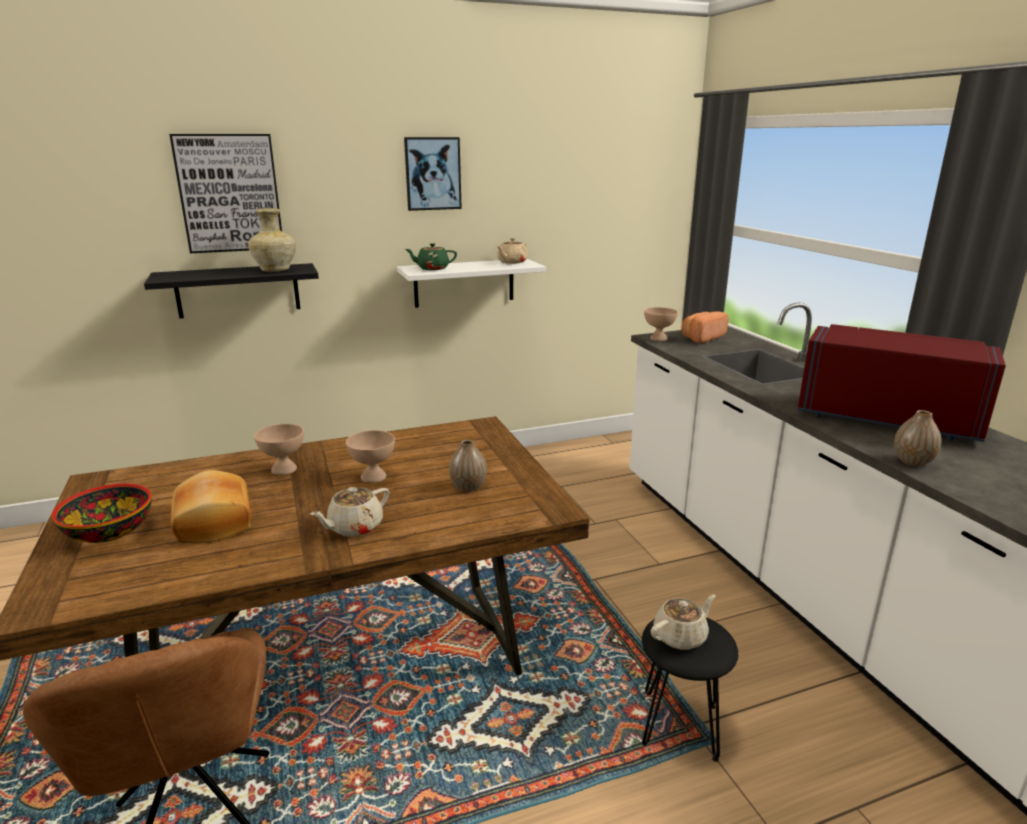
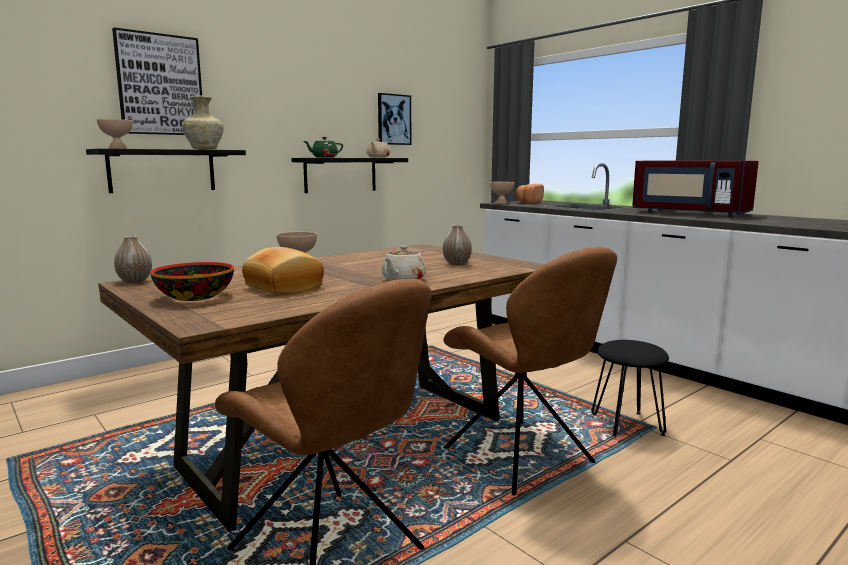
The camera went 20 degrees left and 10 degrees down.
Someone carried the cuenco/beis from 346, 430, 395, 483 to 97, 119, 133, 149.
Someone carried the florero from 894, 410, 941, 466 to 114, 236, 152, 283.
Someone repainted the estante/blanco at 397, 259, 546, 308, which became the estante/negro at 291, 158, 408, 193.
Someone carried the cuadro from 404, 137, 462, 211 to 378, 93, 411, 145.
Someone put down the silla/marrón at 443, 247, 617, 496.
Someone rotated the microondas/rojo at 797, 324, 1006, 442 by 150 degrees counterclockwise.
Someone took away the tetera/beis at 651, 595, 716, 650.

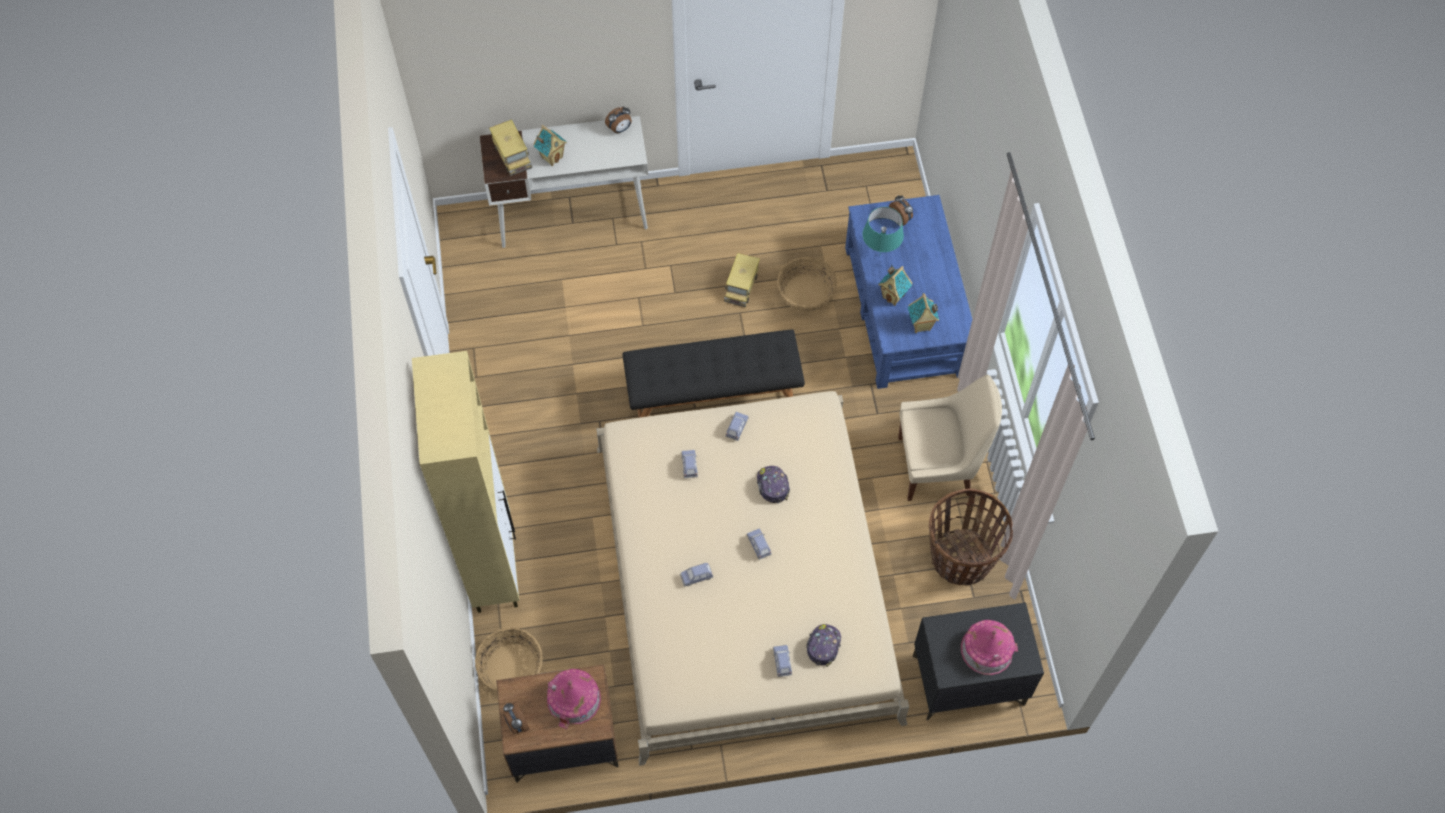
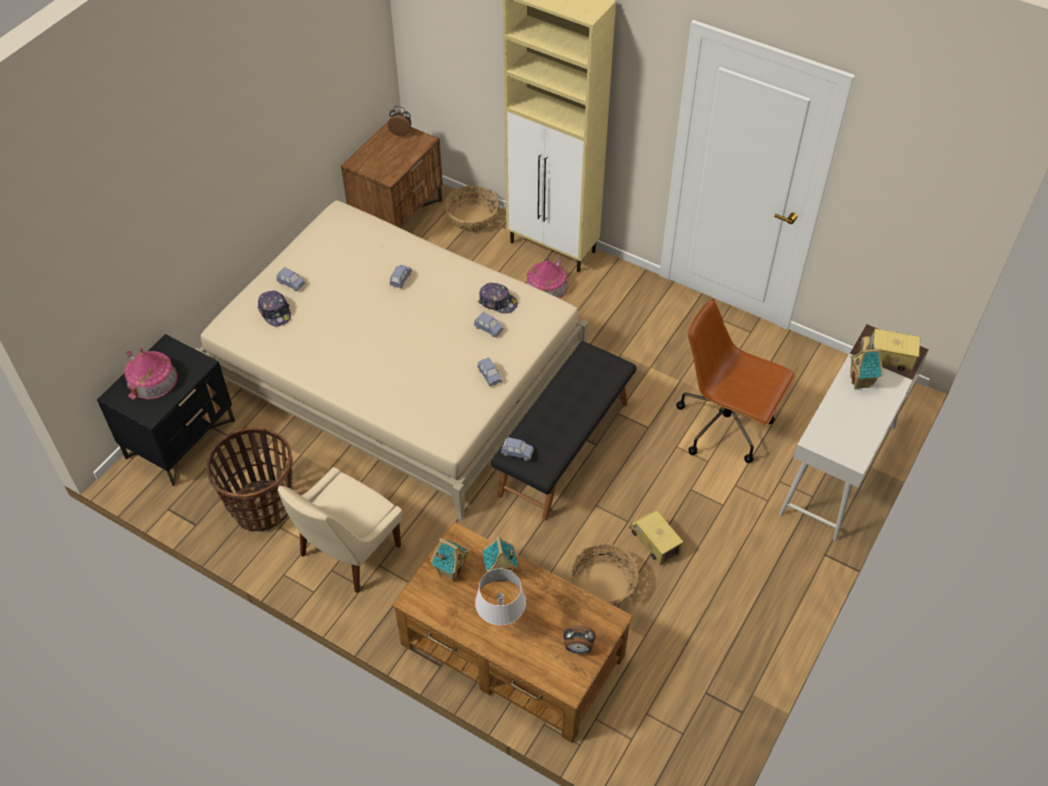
The camera went 130 degrees right and 10 degrees down.
Someone repainted the mesa de centro/azul at 845, 195, 972, 389, which became the mesa de centro/marrón at 392, 522, 633, 743.
Someone put down the lámpara de mesa/blanco at 475, 569, 526, 625.
Someone carried the gorra from 757, 466, 790, 504 to 478, 283, 518, 314.
Someone carried the coche de juguete/azul from 747, 529, 772, 560 to 501, 437, 534, 461.
Someone carried the casita from 547, 669, 601, 729 to 526, 256, 568, 299.
Someone put down the silla de oficina/marrón at 676, 299, 796, 463.
Someone took away the despertador at 605, 107, 632, 133.
Someone took away the lámpara de mesa/turquesa at 862, 207, 904, 254.

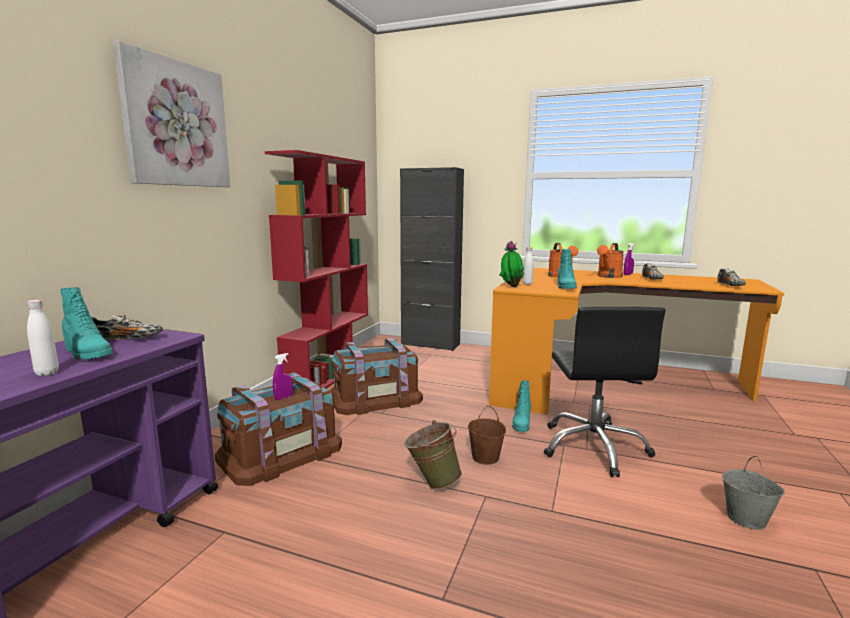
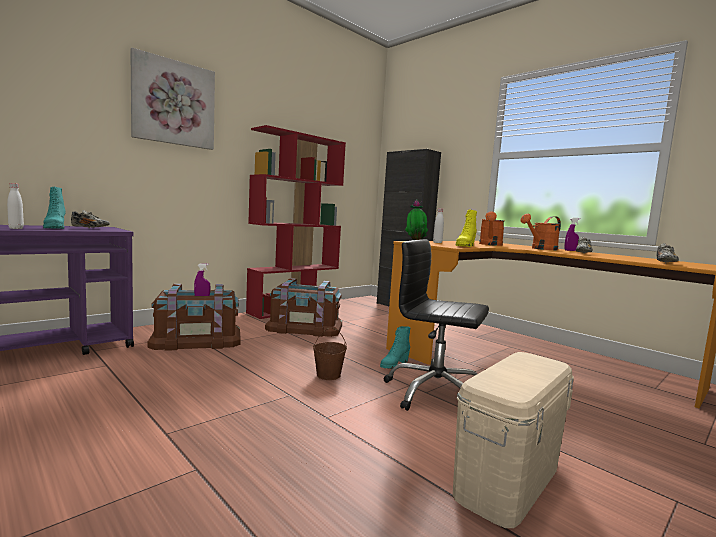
The camera went 25 degrees right and 5 degrees down.
Someone rotated the silla de oficina/negro at 544, 306, 666, 477 by 90 degrees clockwise.
Someone swapped the cubo/gris at 722, 456, 785, 530 for the caja de almacenaje/beis at 453, 352, 574, 528.
Someone repainted the bota/turquesa at 558, 249, 577, 289, which became the bota/amarillo at 456, 209, 477, 247.
Someone took away the cubo/verde at 404, 420, 462, 489.

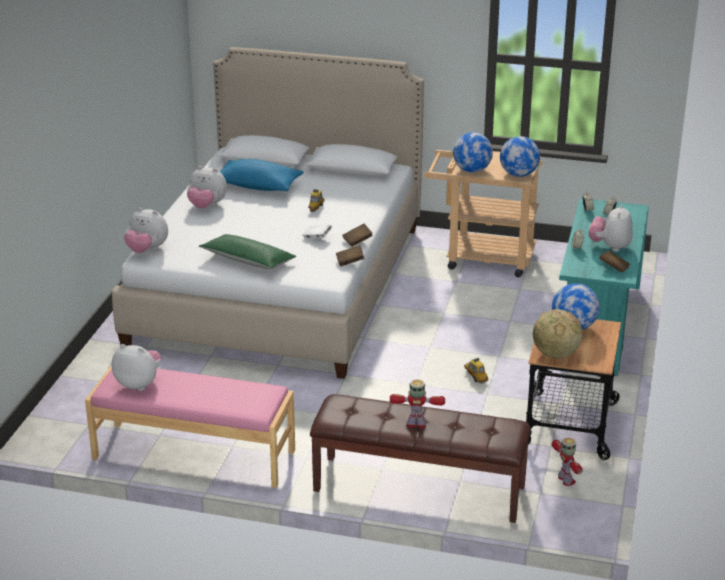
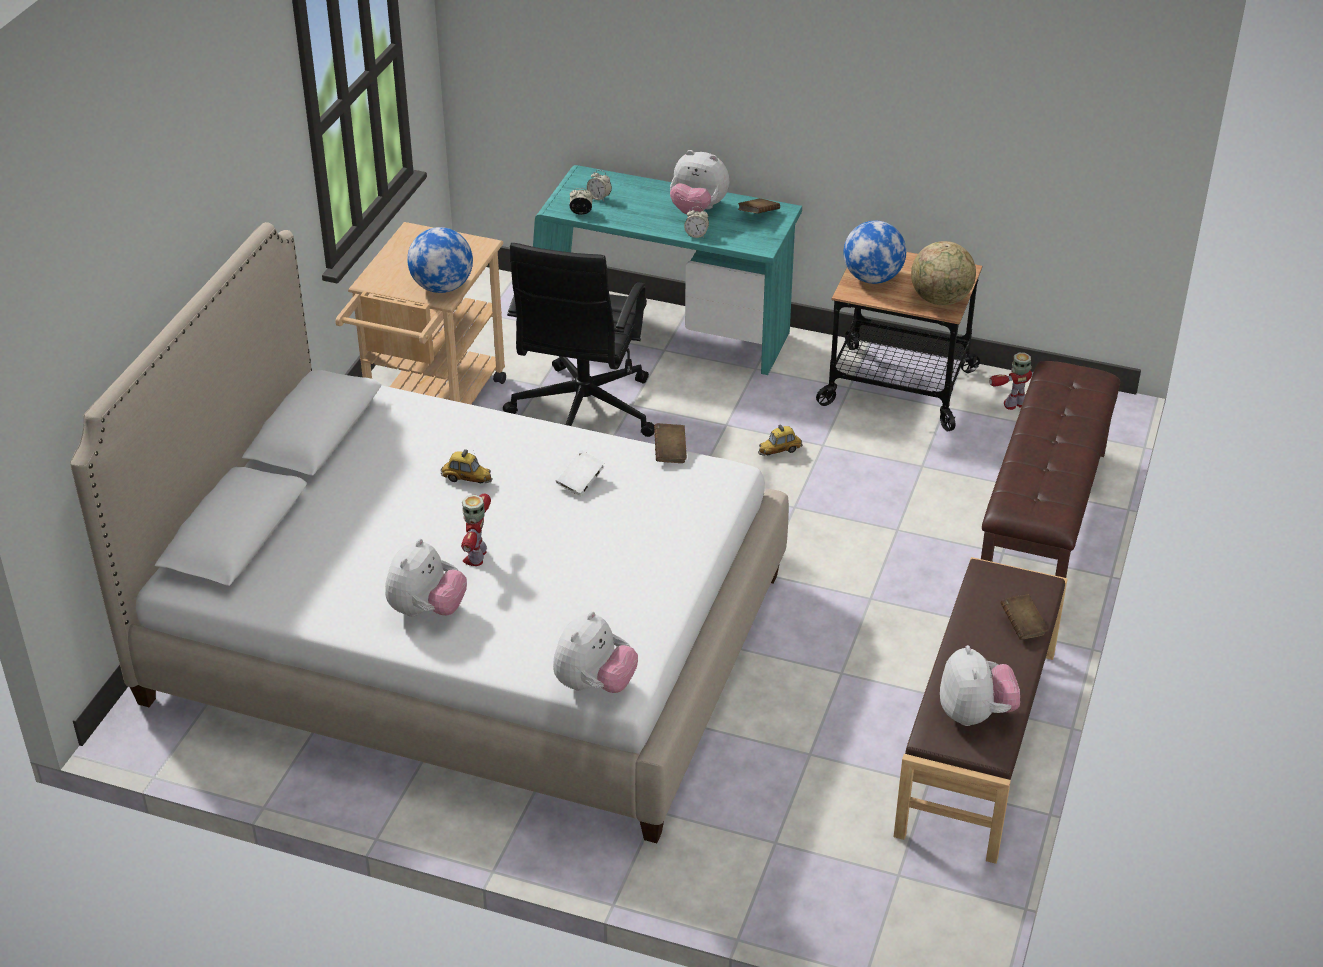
The camera went 85 degrees left and 10 degrees up.
Someone carried the robot de juguete from 390, 379, 445, 428 to 461, 494, 491, 566.
Someone put down the silla de oficina/negro at 503, 243, 654, 437.
Someone repainted the banco/rosa at 85, 365, 295, 488, which became the banco/marrón at 894, 557, 1068, 864.
Someone rotated the peluche at 112, 344, 161, 391 by 150 degrees clockwise.
Someone carried the libro/marrón from 342, 223, 373, 247 to 1000, 594, 1048, 640.
Someone took away the cojín/verde at 199, 234, 296, 269.
Someone took away the cojín/azul at 219, 159, 303, 191.
Someone took away the globo terráqueo at 500, 136, 540, 177.

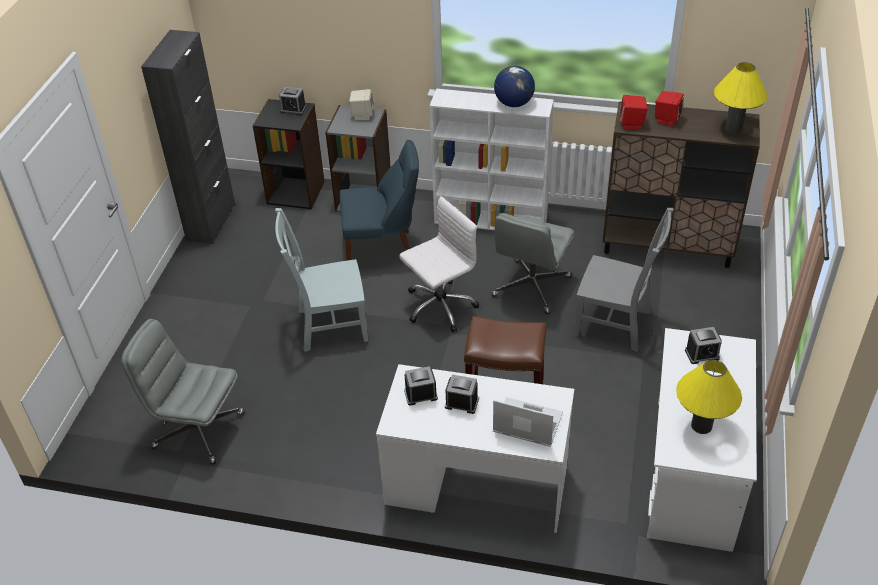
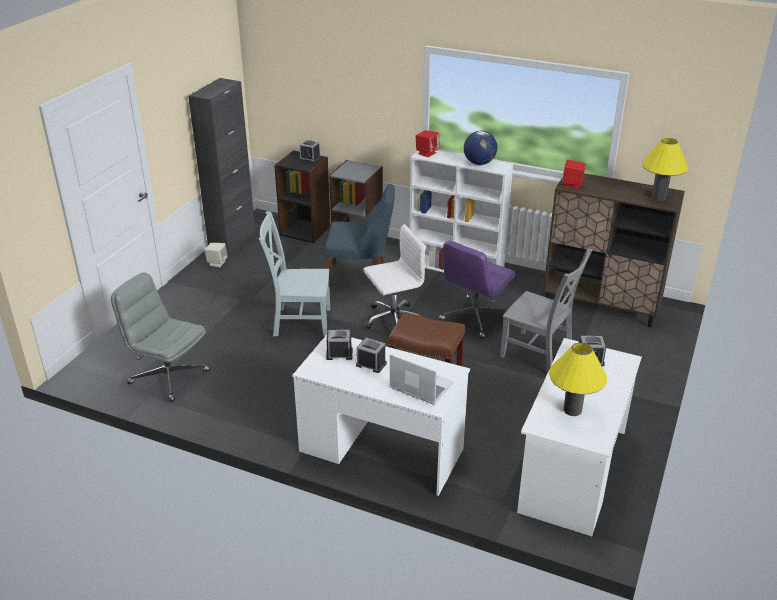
The camera went 10 degrees right and 10 degrees down.
Someone carried the altavoz/beis from 349, 89, 374, 120 to 204, 243, 228, 267.
Someone carried the altavoz/rojo from 655, 91, 684, 127 to 416, 130, 440, 157.
Someone repainted the silla de oficina/gris at 491, 213, 575, 314, which became the silla de oficina/morado at 439, 241, 515, 339.

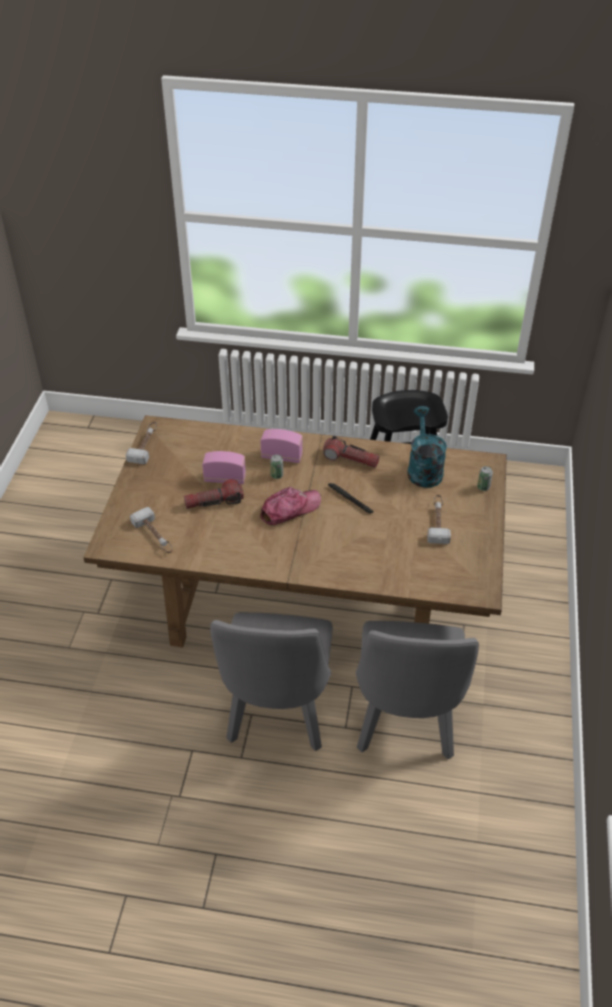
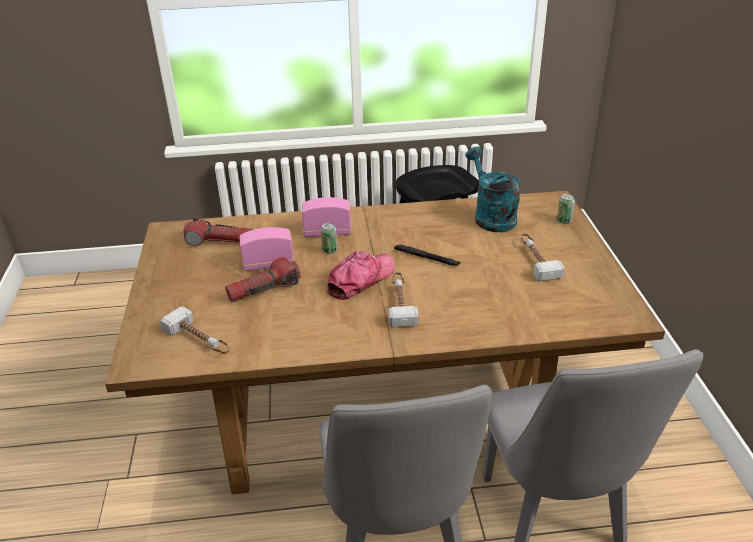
The camera went 15 degrees left and 10 degrees down.
Someone carried the linterna from 323, 436, 380, 468 to 184, 218, 253, 246.
Someone carried the martillo from 126, 422, 157, 464 to 388, 272, 419, 328.

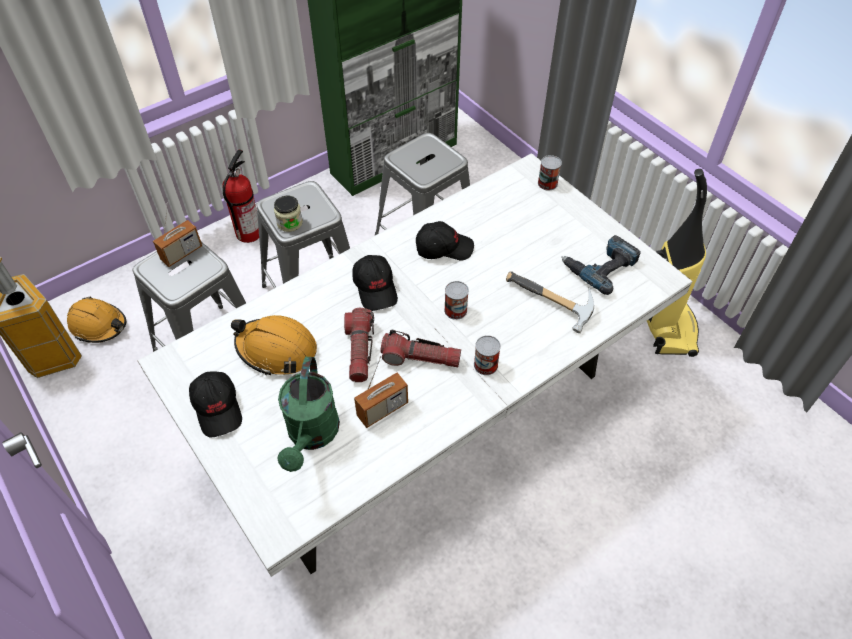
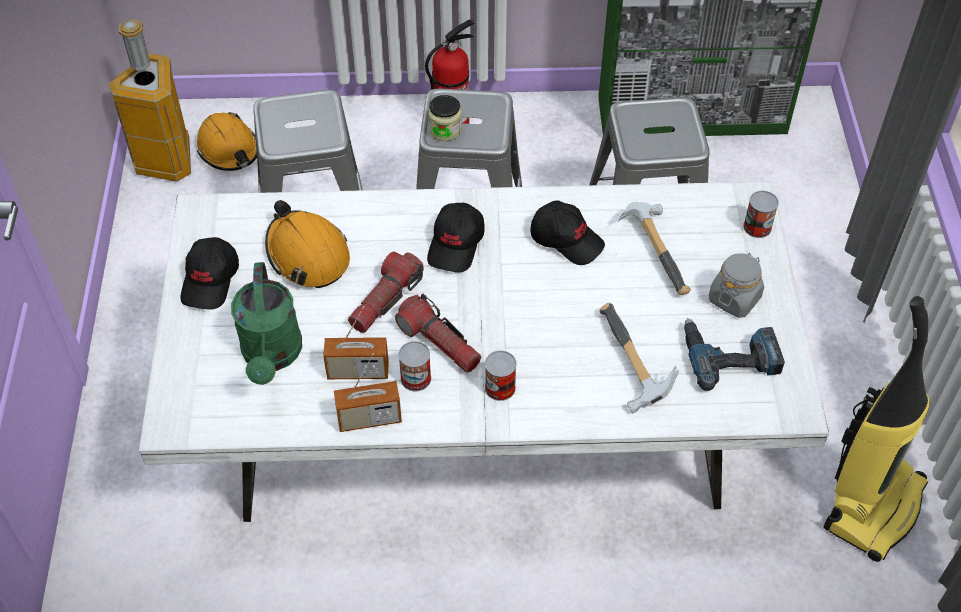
The camera went 35 degrees right and 0 degrees up.
Someone rotated the regadera/verde at 278, 357, 340, 472 by 45 degrees counterclockwise.
Someone carried the radio from 153, 202, 202, 267 to 334, 353, 402, 432.
Someone carried the lata from 444, 281, 469, 320 to 398, 341, 431, 391.
Someone put down the martillo at 618, 202, 690, 295.
Someone put down the tarro/gris at 709, 253, 764, 318.

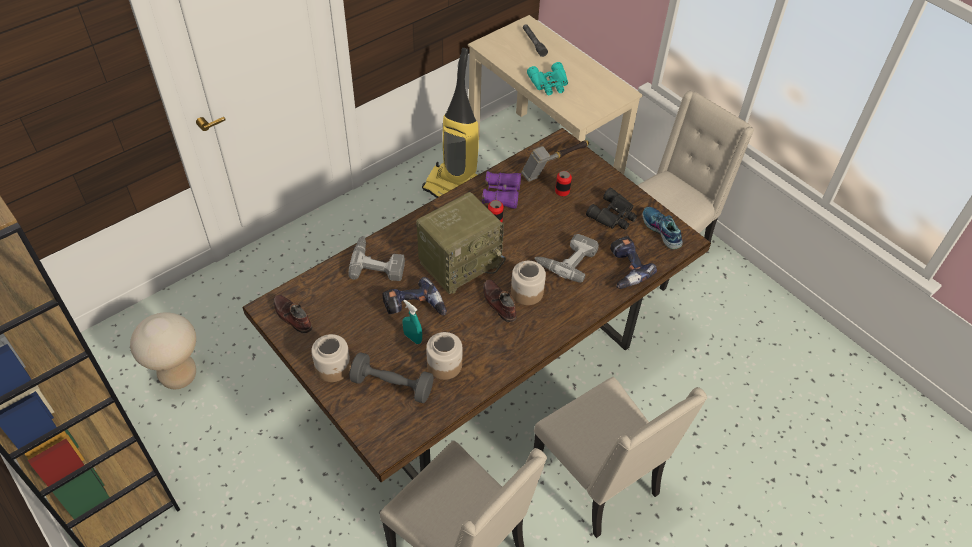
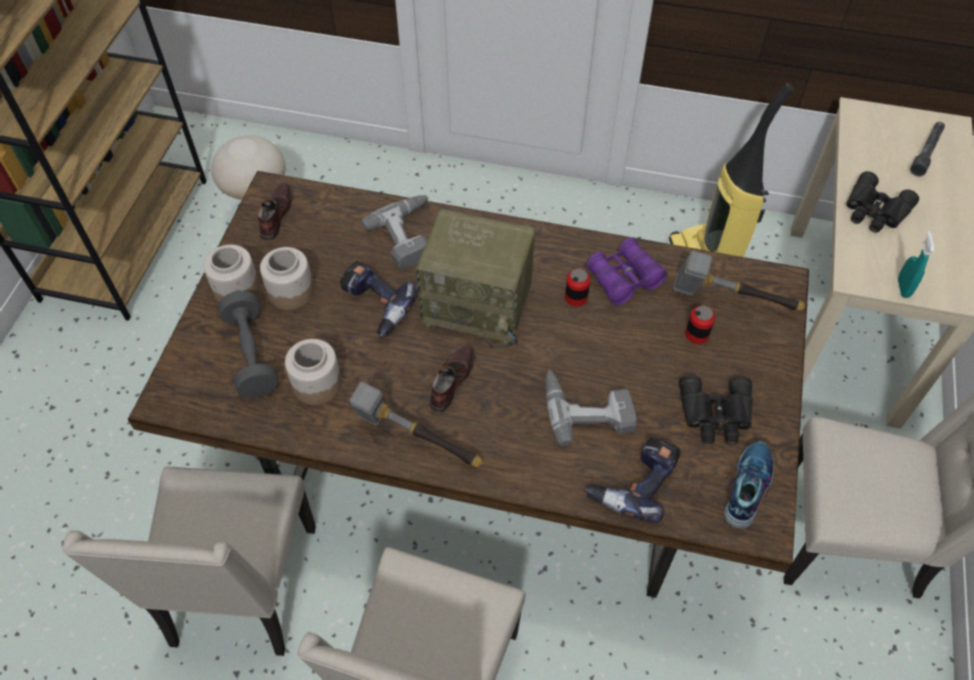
The camera went 55 degrees right and 5 degrees up.
Someone carried the tarro from 511, 261, 546, 305 to 260, 247, 314, 310.
Someone put down the martillo at 349, 381, 482, 467.
Someone repainted the prismáticos/turquesa at 527, 62, 568, 95, which became the prismáticos/negro at 846, 171, 919, 233.
Someone carried the pulverizador/turquesa from 402, 299, 422, 344 to 898, 231, 934, 298.

